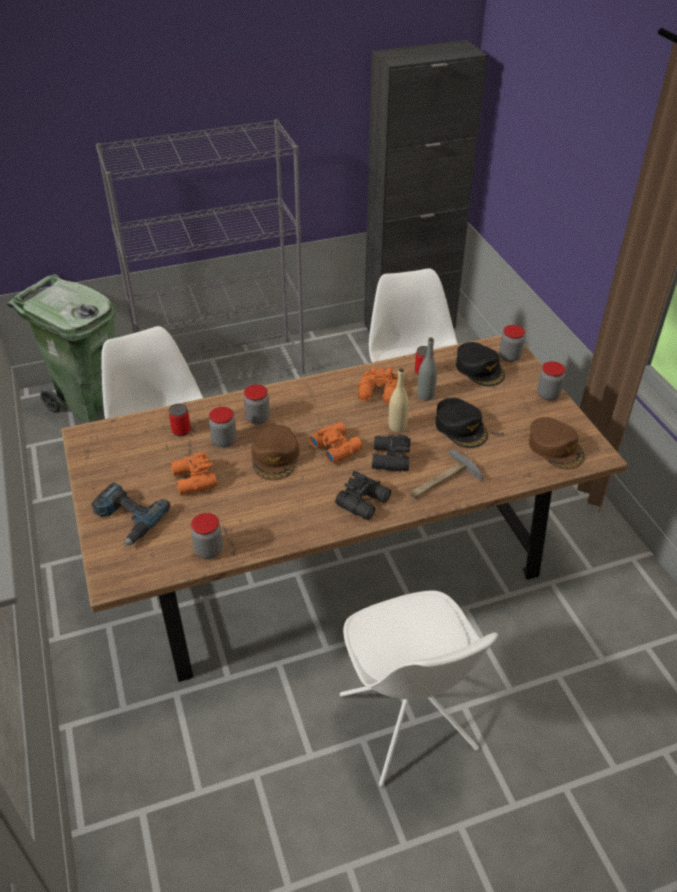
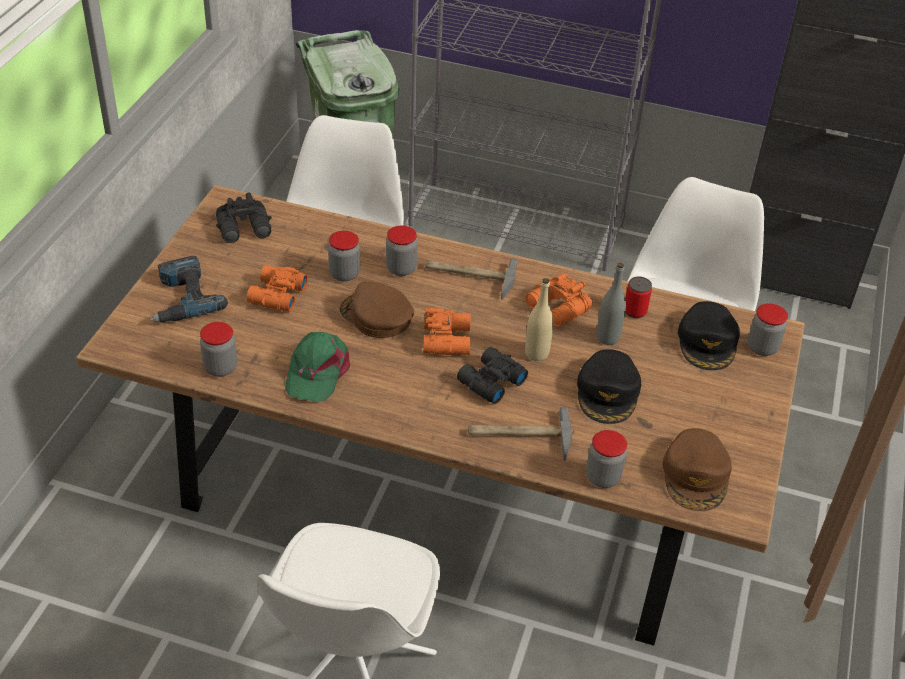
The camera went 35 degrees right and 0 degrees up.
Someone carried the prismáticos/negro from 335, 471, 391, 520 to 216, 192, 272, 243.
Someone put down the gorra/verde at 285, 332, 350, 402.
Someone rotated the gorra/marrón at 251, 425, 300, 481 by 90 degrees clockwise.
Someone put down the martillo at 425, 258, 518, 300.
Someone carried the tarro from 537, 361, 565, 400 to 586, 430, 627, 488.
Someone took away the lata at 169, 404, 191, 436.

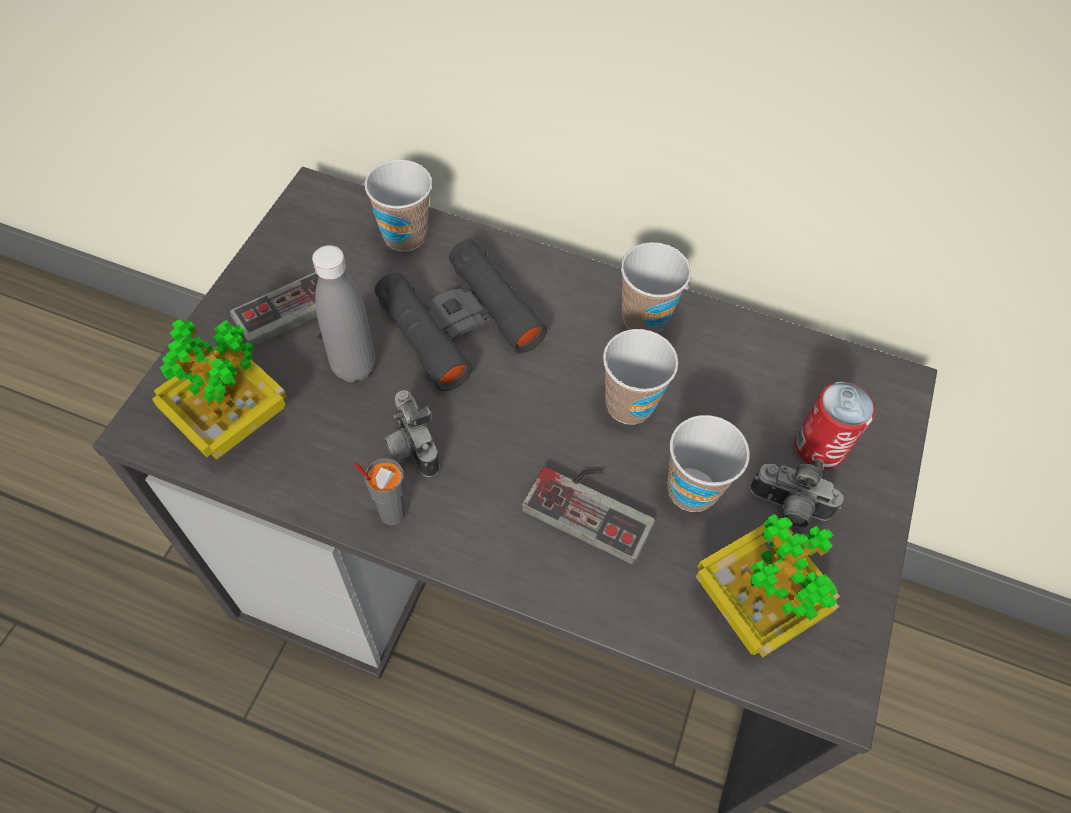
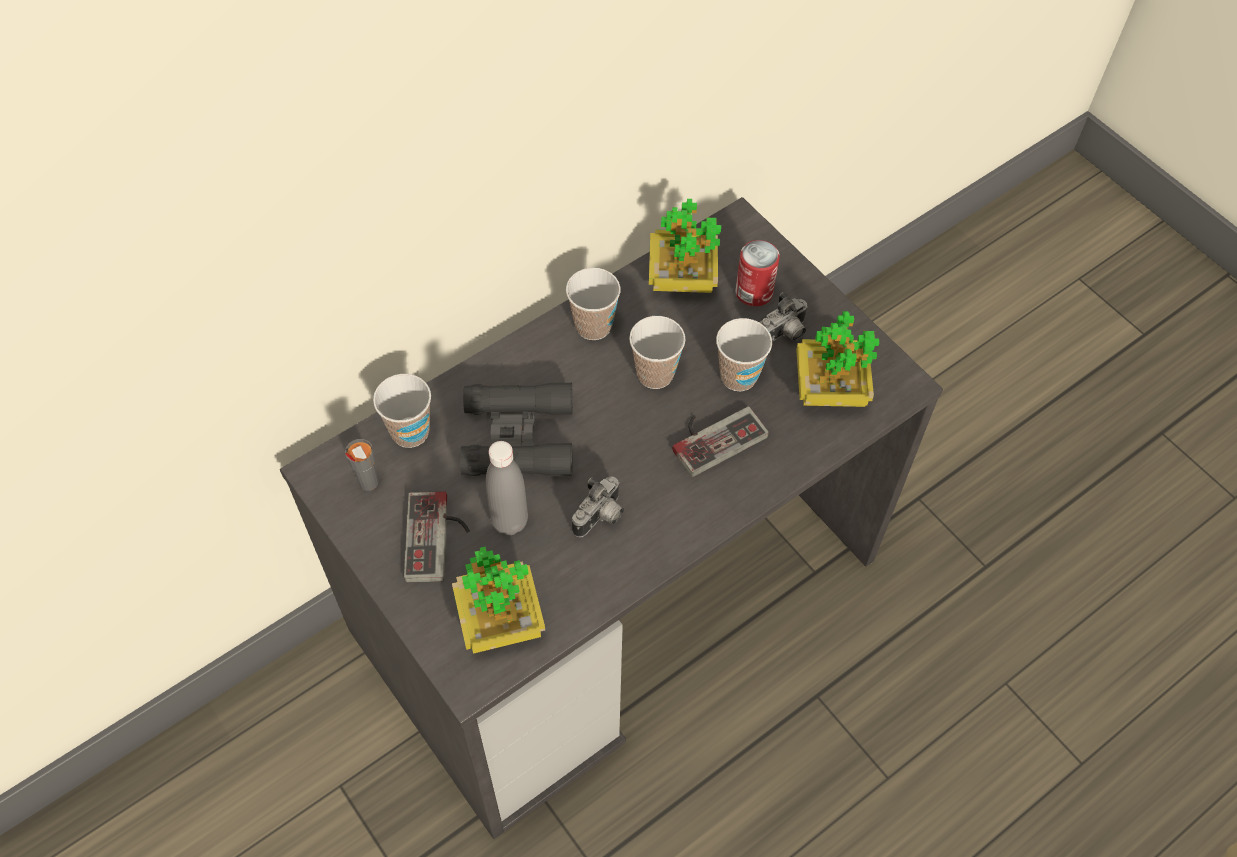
The camera went 55 degrees left and 0 degrees up.
Someone carried the taza/gris from 354, 458, 405, 525 to 345, 439, 379, 491.
Someone rotated the cámara at 384, 390, 439, 477 by 60 degrees counterclockwise.
Someone put down the planta en maceta at 649, 199, 721, 293.

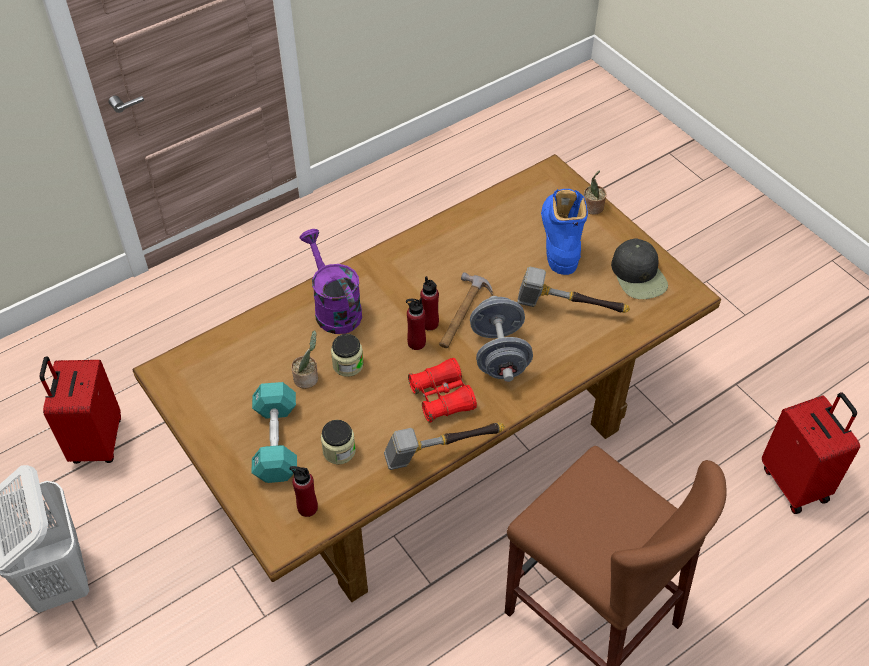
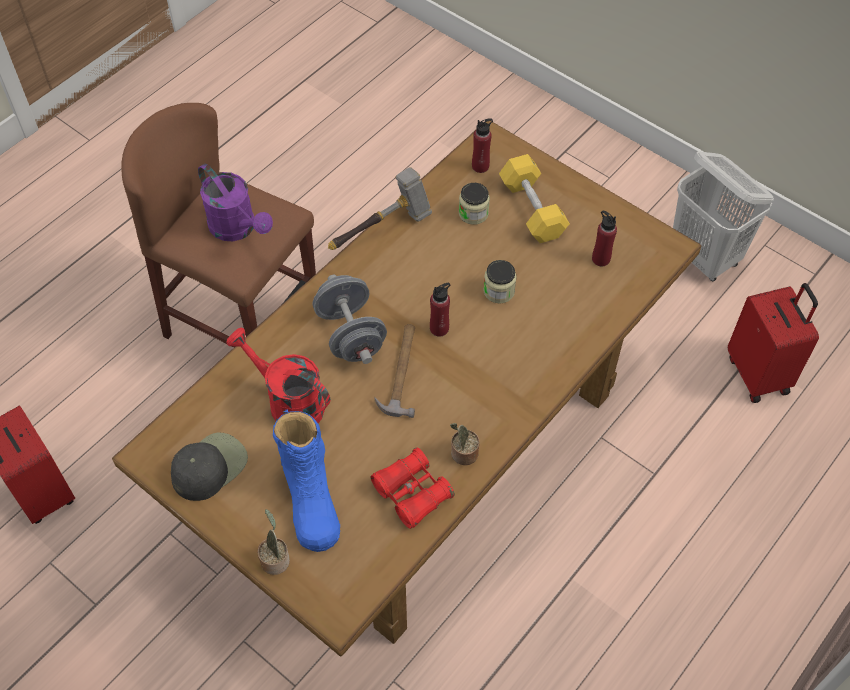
The camera went 165 degrees right and 5 degrees up.
Someone rotated the gorra/negro at 611, 238, 668, 299 by 75 degrees clockwise.
Someone carried the regadera/morado from 300, 229, 362, 334 to 198, 164, 273, 241.
Someone swapped the martillo at 517, 266, 630, 313 for the regadera/rojo at 226, 327, 330, 423.
Someone carried the prismáticos/rojo from 408, 358, 477, 423 to 371, 447, 455, 529.
Someone carried the planta en maceta from 291, 330, 318, 389 to 450, 423, 480, 465.
Someone repainted the mancuerna/turquesa at 252, 382, 297, 483, which became the mancuerna/amarillo at 499, 154, 570, 243.
Someone carried the botella/rojo from 420, 276, 439, 331 to 592, 211, 617, 266.

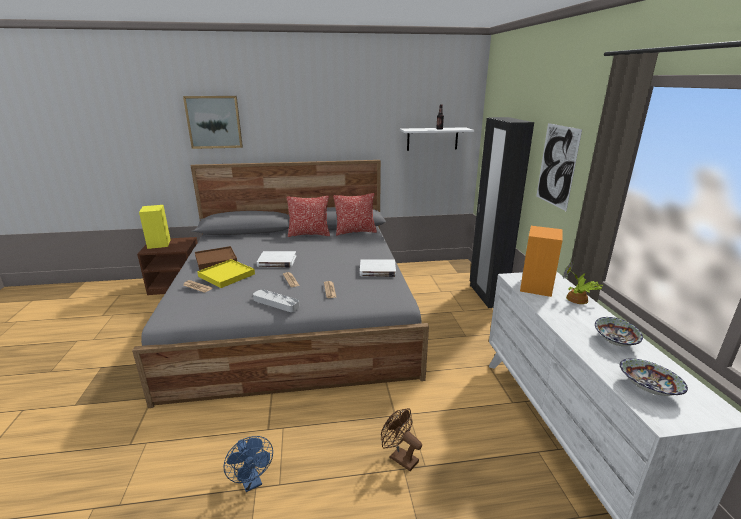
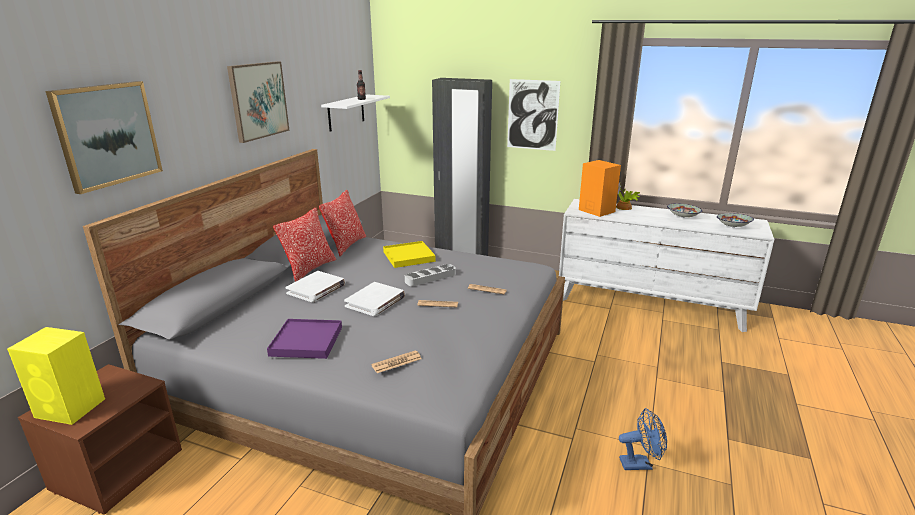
The camera went 60 degrees left and 0 degrees up.
Someone put up the cuadro at 227, 61, 289, 143.
Someone repainted the bandeja/marrón at 195, 246, 237, 270, which became the bandeja/morado at 267, 319, 342, 359.
Someone carried the libro/blanco from 360, 259, 396, 277 to 285, 271, 345, 302.
Someone carried the bandeja/amarillo from 197, 259, 255, 288 to 383, 241, 436, 268.
Someone carried the bandeja/gris from 253, 289, 300, 312 to 405, 264, 456, 286.
Someone took away the ventilador/marrón at 381, 408, 422, 471.

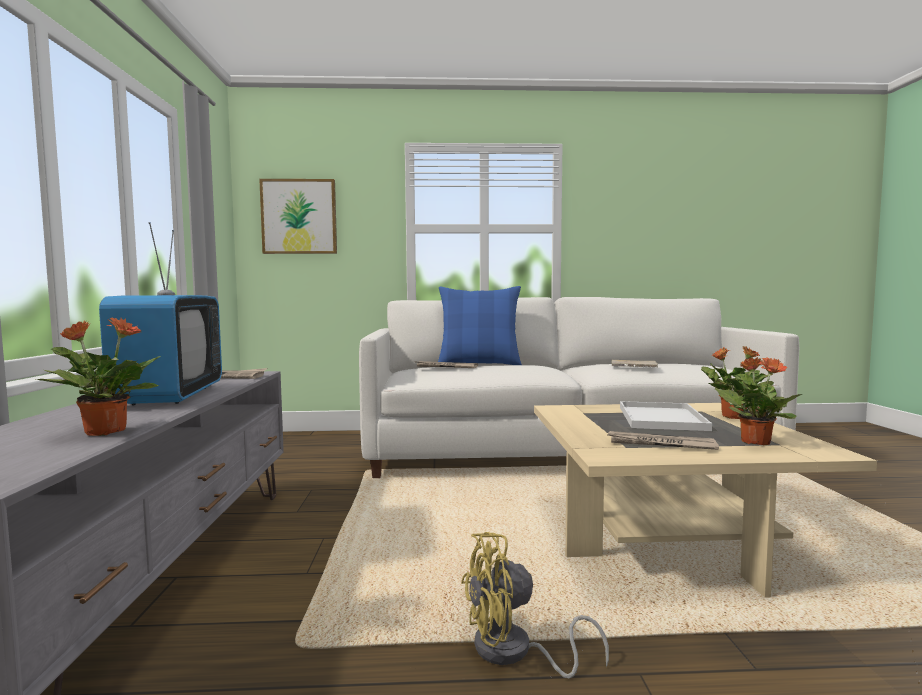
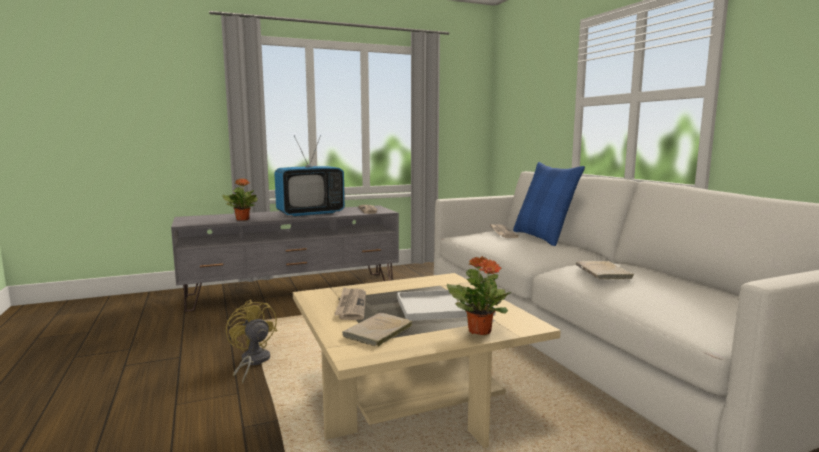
The camera went 70 degrees right and 5 degrees up.
Someone swapped the planta en maceta at 715, 357, 802, 445 for the libro/beis at 342, 313, 413, 347.
Someone took away the cuadro at 259, 179, 337, 254.

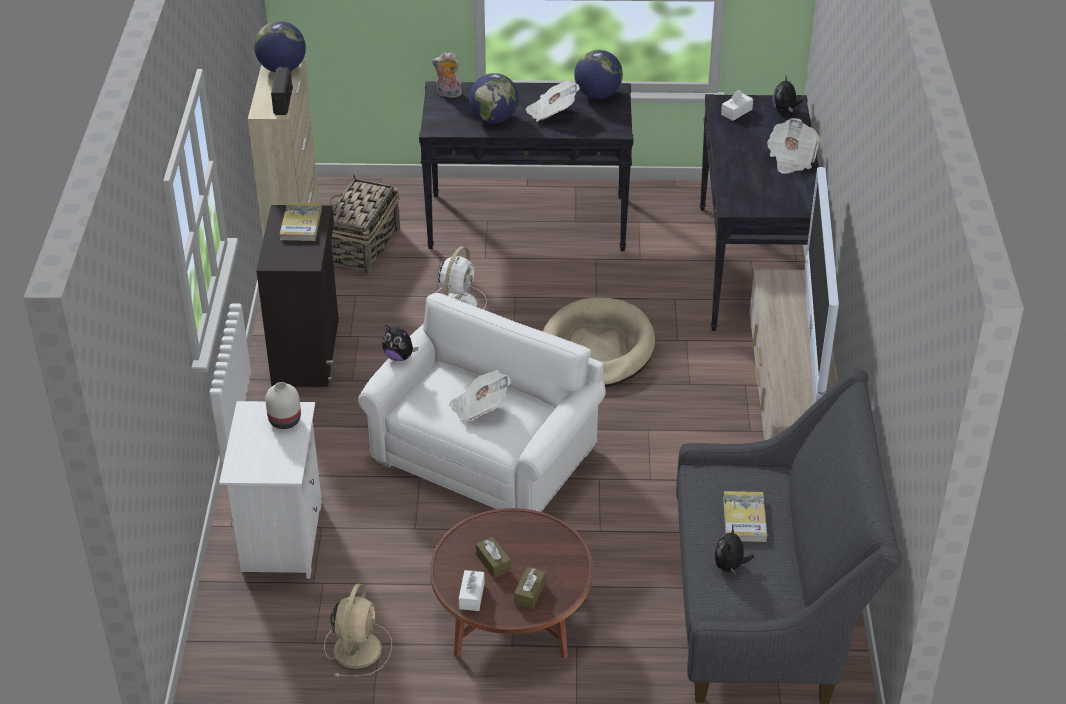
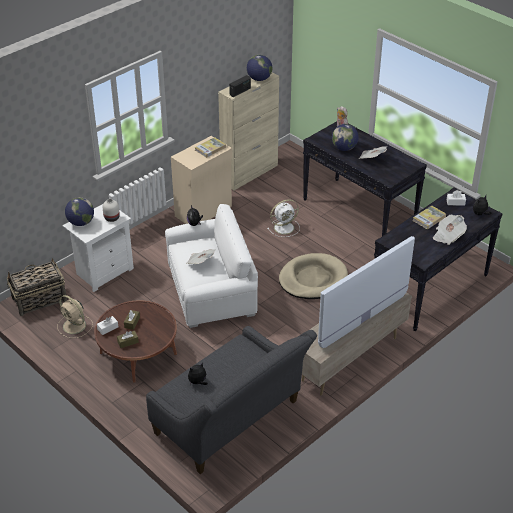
The camera went 45 degrees right and 0 degrees up.
Someone carried the cesta from 330, 174, 400, 275 to 7, 259, 67, 316.
Someone rotated the ventilador/beis at 324, 584, 392, 677 by 75 degrees clockwise.
Someone carried the globo terráqueo from 574, 50, 623, 99 to 65, 197, 94, 226.
Someone repainted the armario/negro at 256, 205, 339, 387, which became the armario/beis at 171, 136, 232, 224.
Someone carried the libro from 723, 491, 767, 542 to 413, 205, 446, 229.

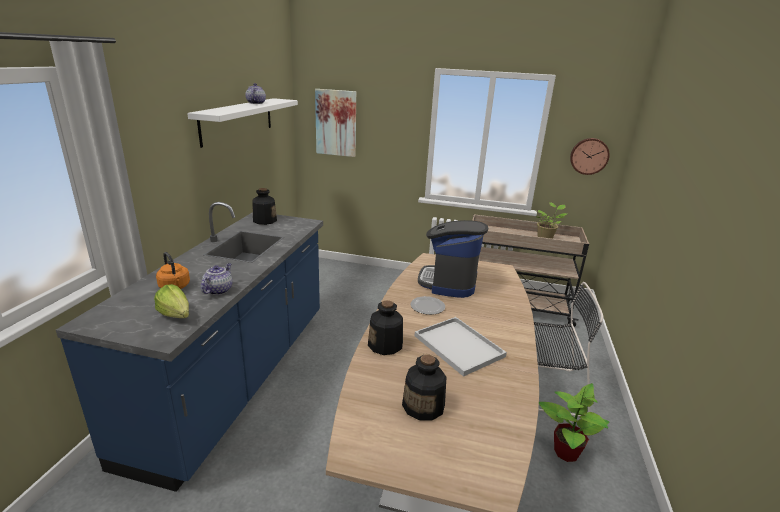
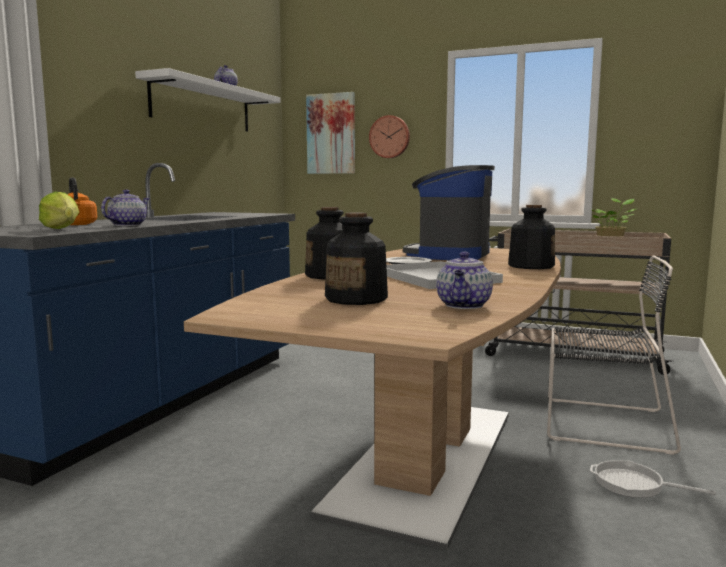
The camera went 10 degrees right and 15 degrees down.
Someone carried the reloj de pared from 570, 138, 610, 175 to 369, 115, 410, 158.
Someone put down the tetera at 436, 252, 493, 309.
Someone carried the botella from 252, 188, 277, 225 to 508, 205, 555, 269.
Someone swapped the planta en maceta at 539, 383, 609, 462 for the sartén at 590, 460, 716, 498.

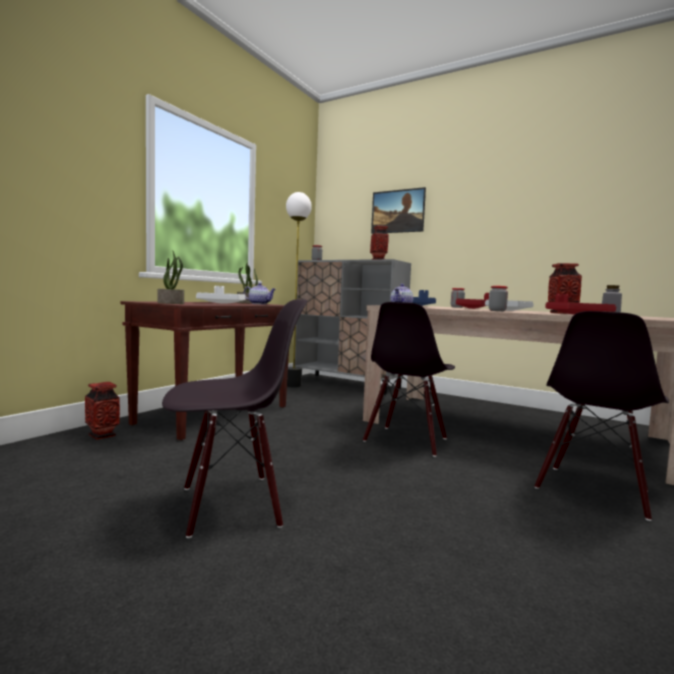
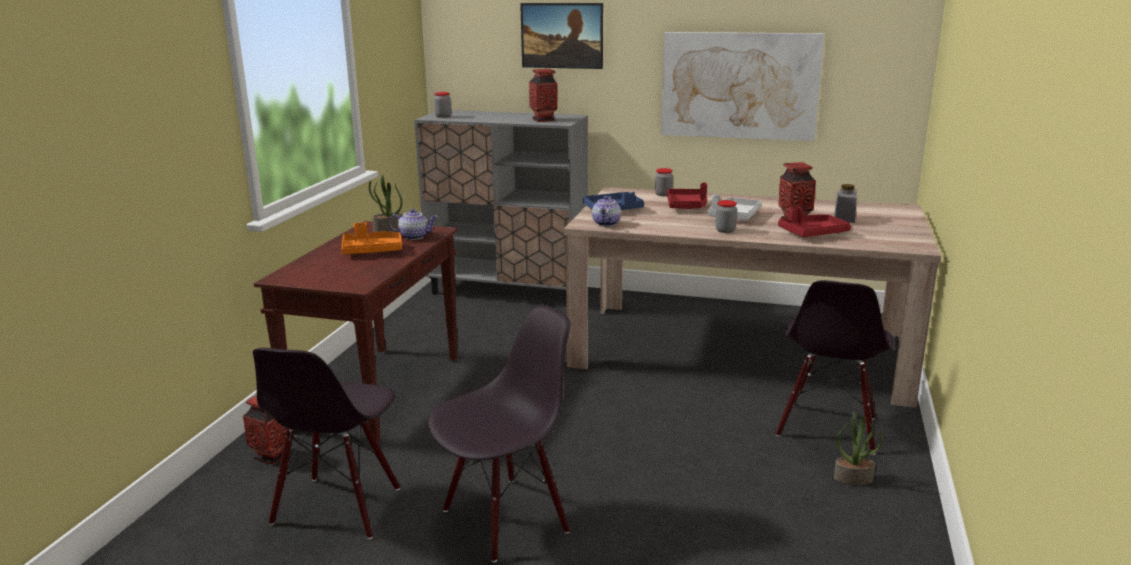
The camera went 15 degrees left and 15 degrees up.
Someone carried the silla/negro from 363, 302, 455, 457 to 253, 348, 400, 539.
Someone repainted the bandeja/blanco at 196, 286, 246, 304, which became the bandeja/naranja at 341, 222, 402, 254.
Someone put up the cuadro at 661, 32, 824, 141.
Someone carried the planta en maceta from 158, 251, 184, 304 to 834, 412, 882, 486.
Someone took away the lámpara de pie at 286, 192, 312, 387.

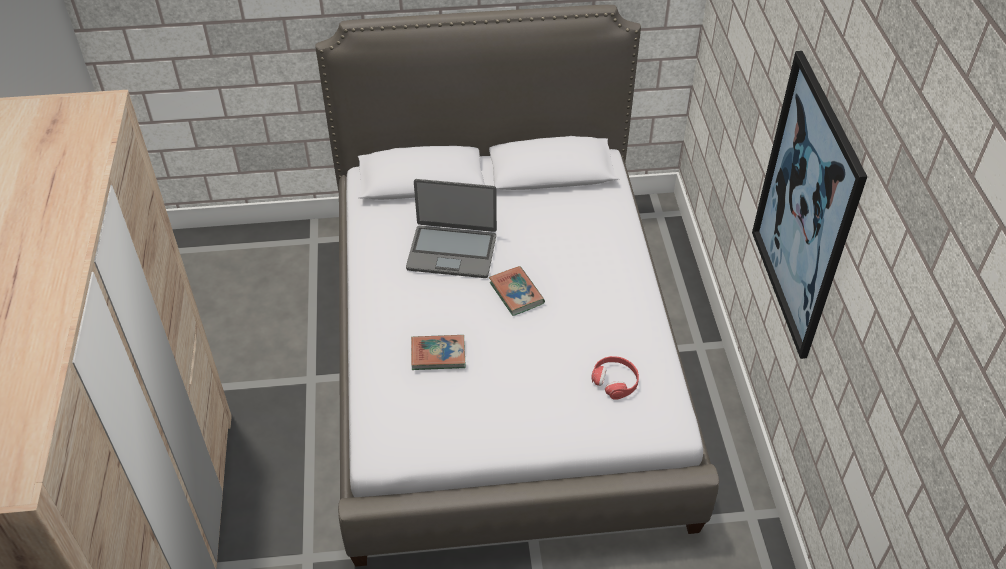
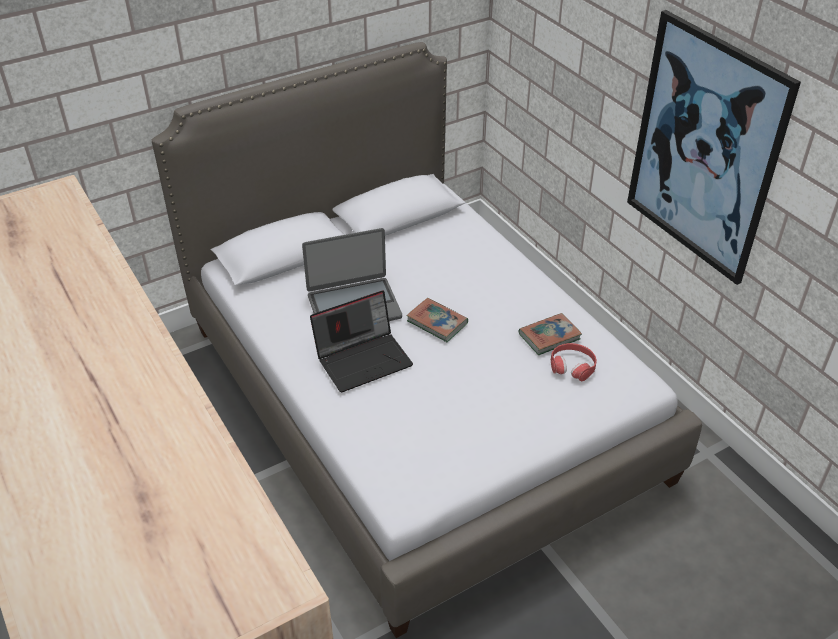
The camera went 25 degrees left and 5 degrees down.
Someone put down the portátil at 310, 291, 413, 392.
Someone carried the libro from 411, 335, 466, 370 to 518, 313, 582, 355.

